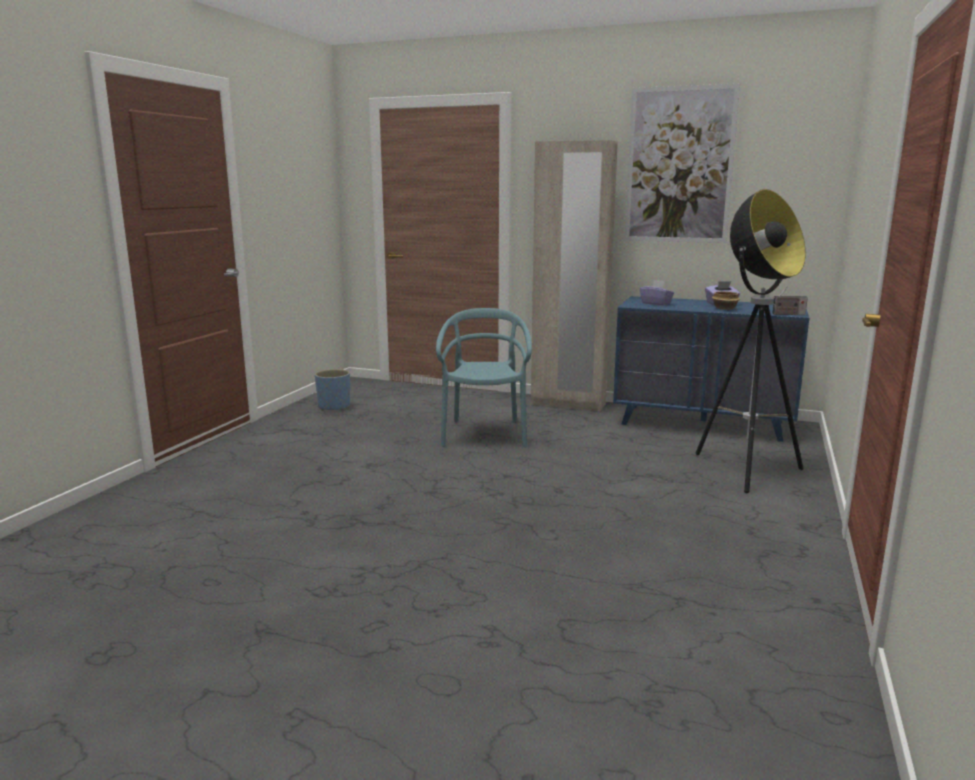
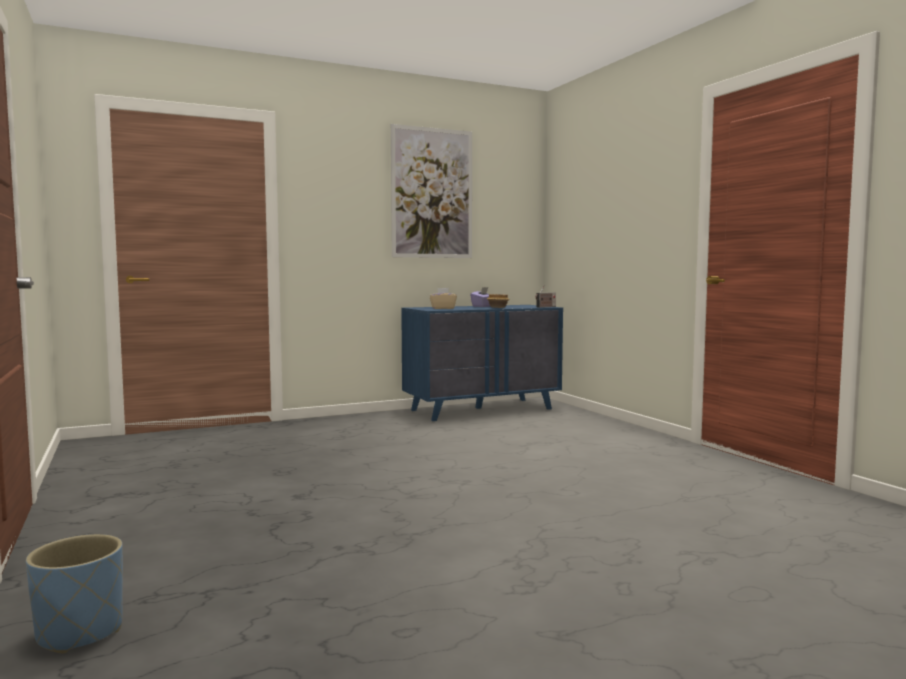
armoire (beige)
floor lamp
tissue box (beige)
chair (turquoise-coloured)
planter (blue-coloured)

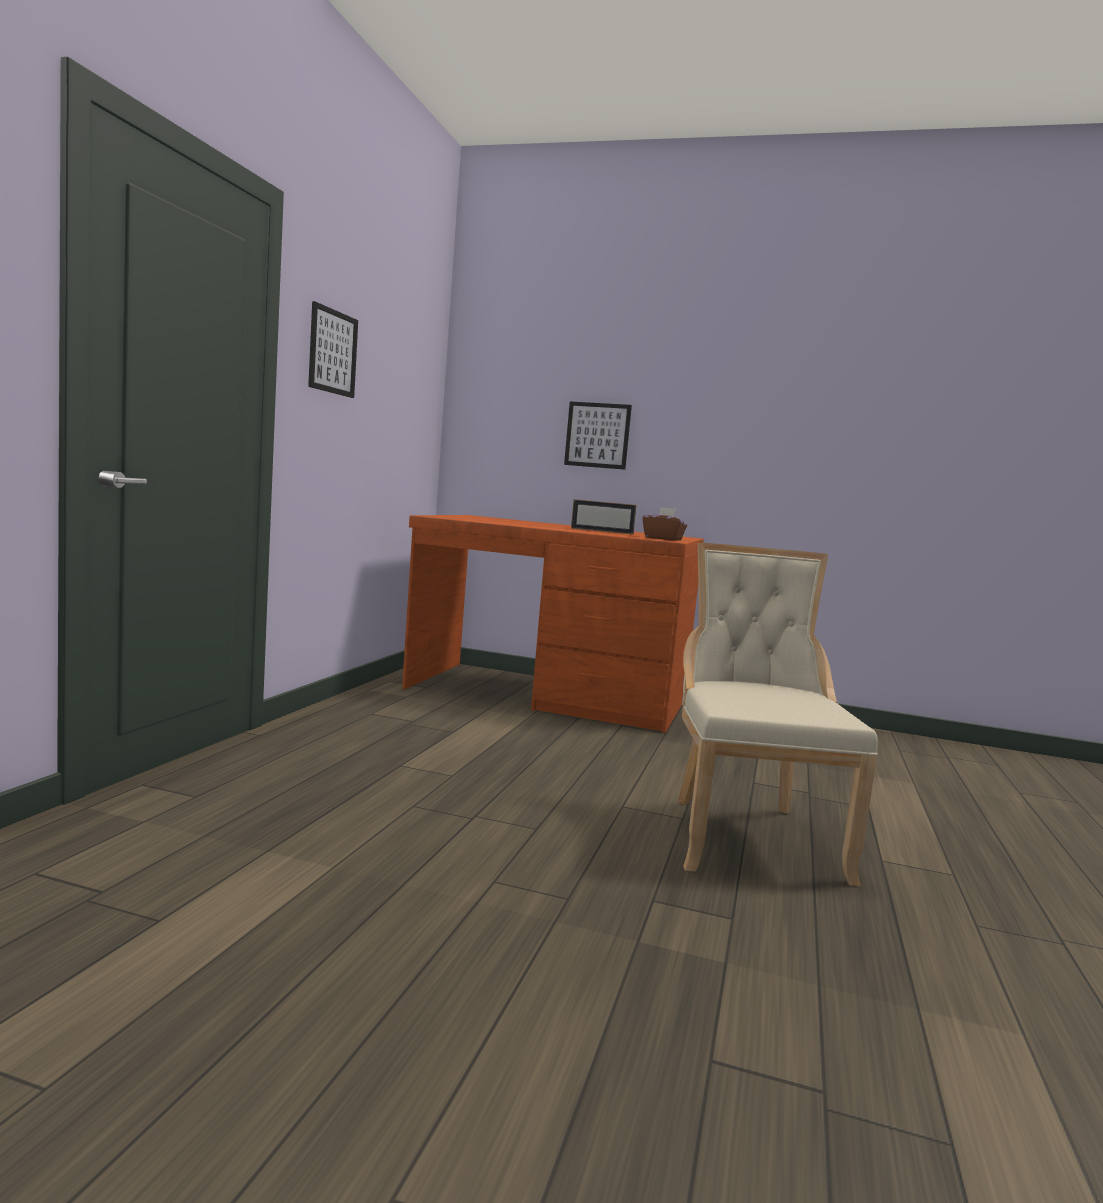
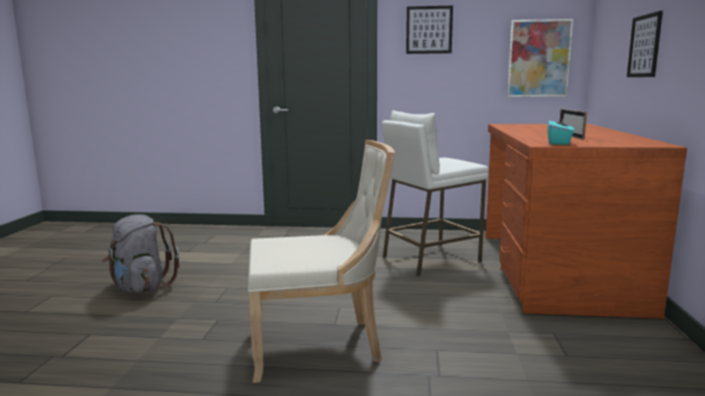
tissue box (turquoise-coloured)
wall art (2nd from left)
stool seat (whitish)
backpack (greyish)

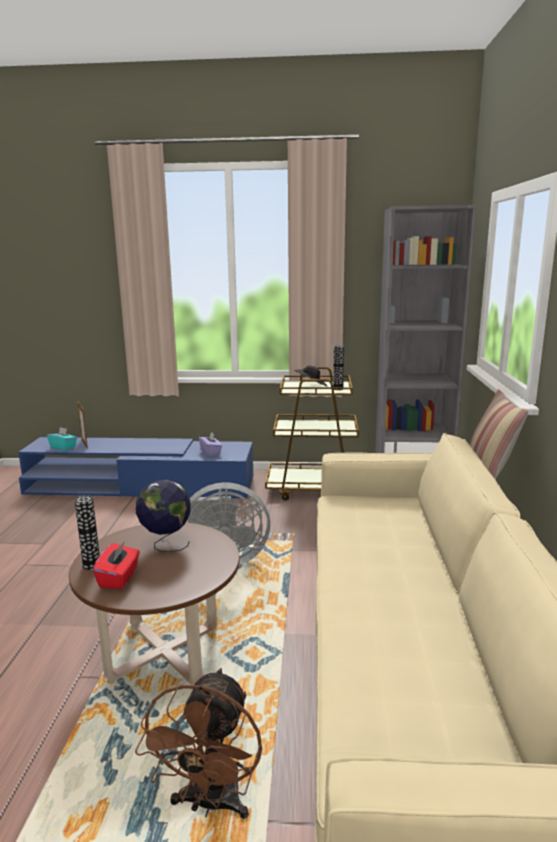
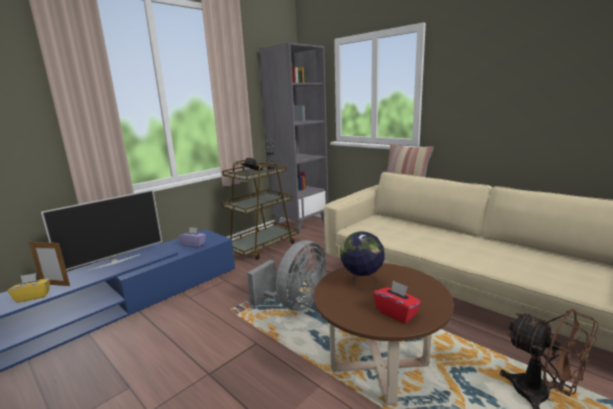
tissue box (yellow)
vase (1st from left in the first image)
TV

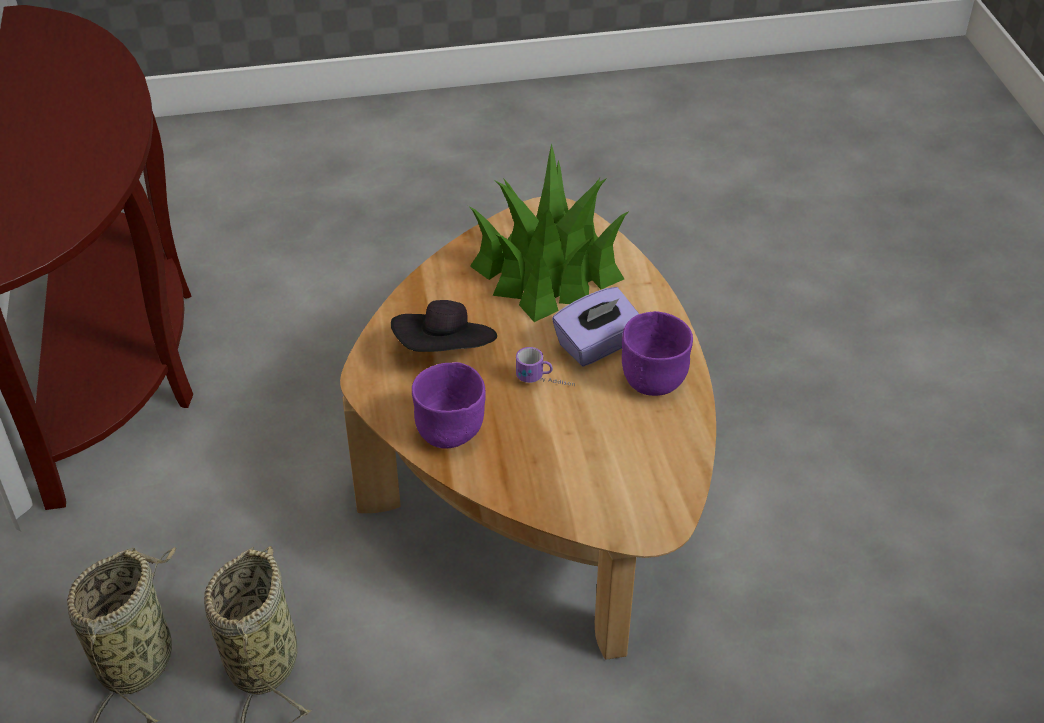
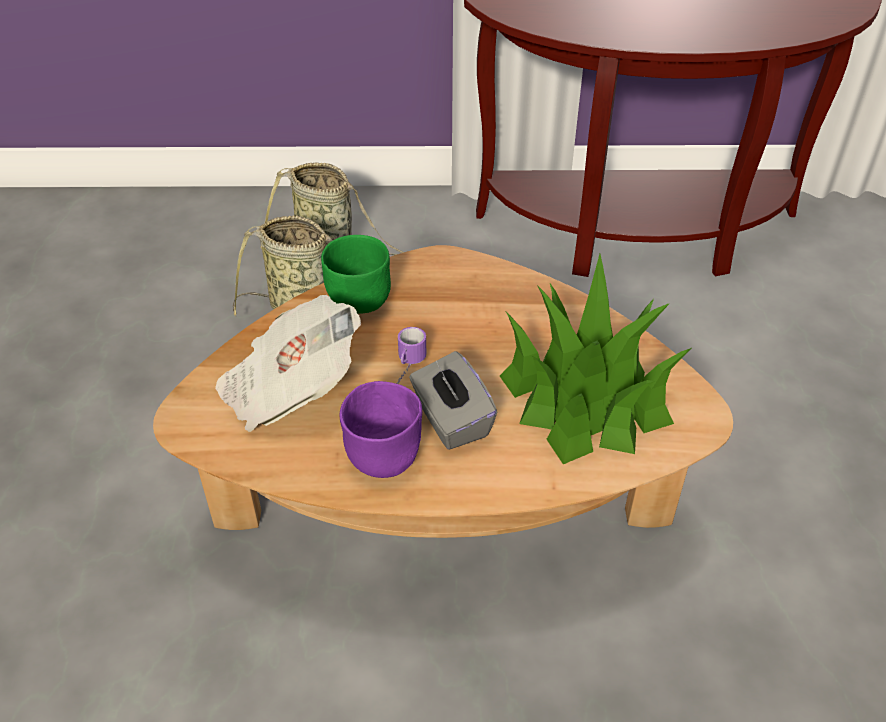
tissue box (greyish)
clothing hat (black-coloured)
serving bowl (greenish)
printed paper

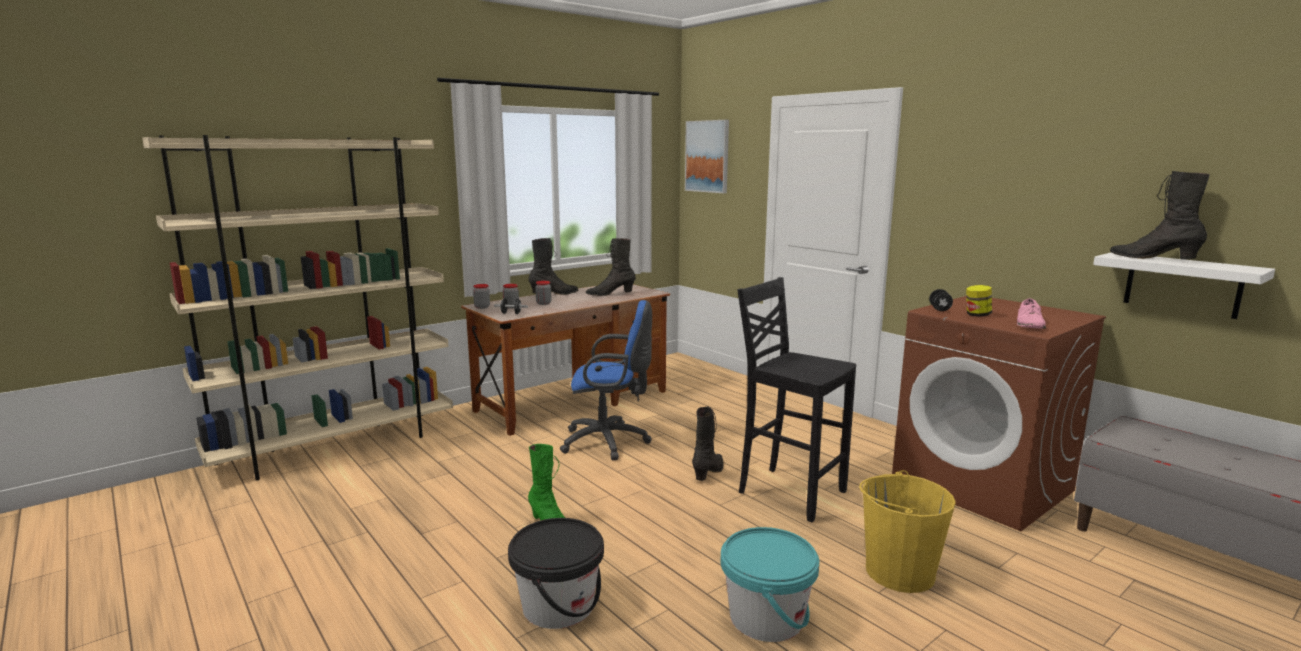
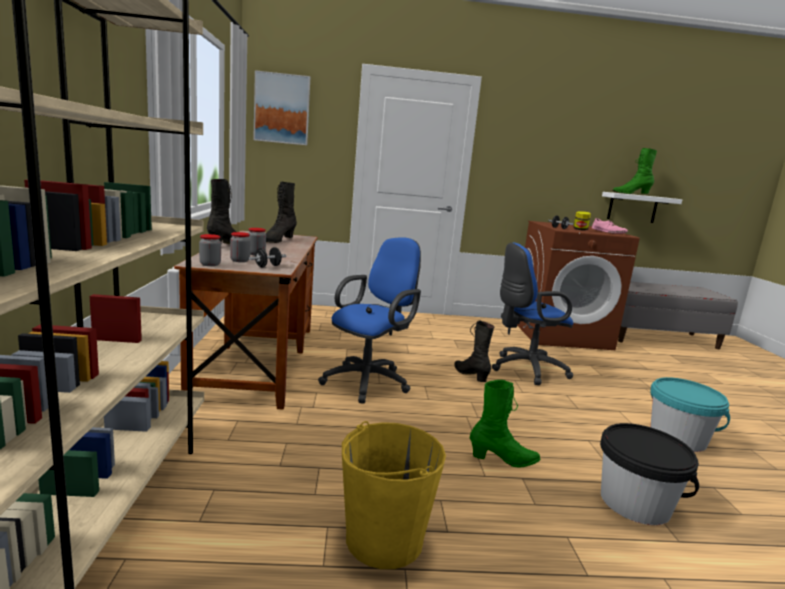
boot (greenish) (2nd from left)
office chair (blue-coloured) (2nd from left)
pail (yellow)

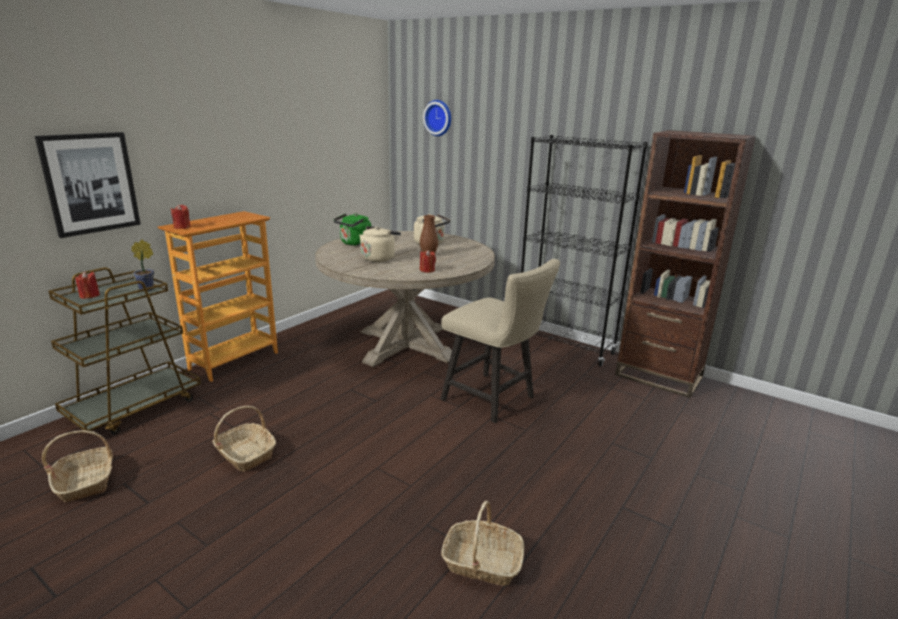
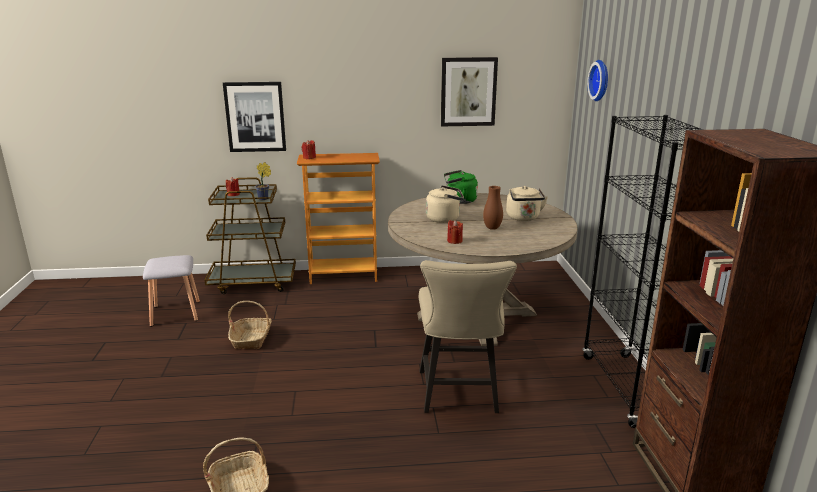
stool seat (greyish)
wall art (2nd from left)

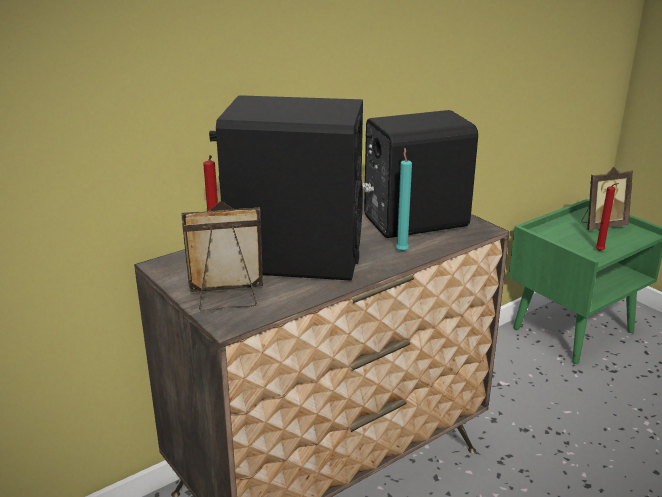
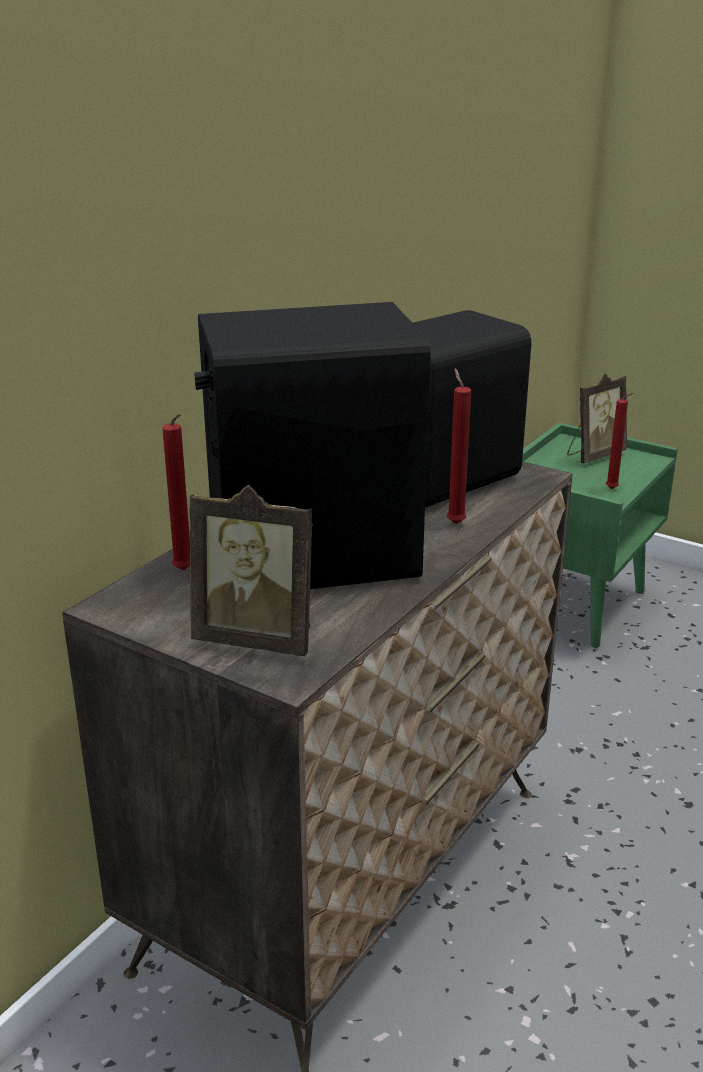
candle (red-coloured) (2nd from left)
picture frame (1st from left)

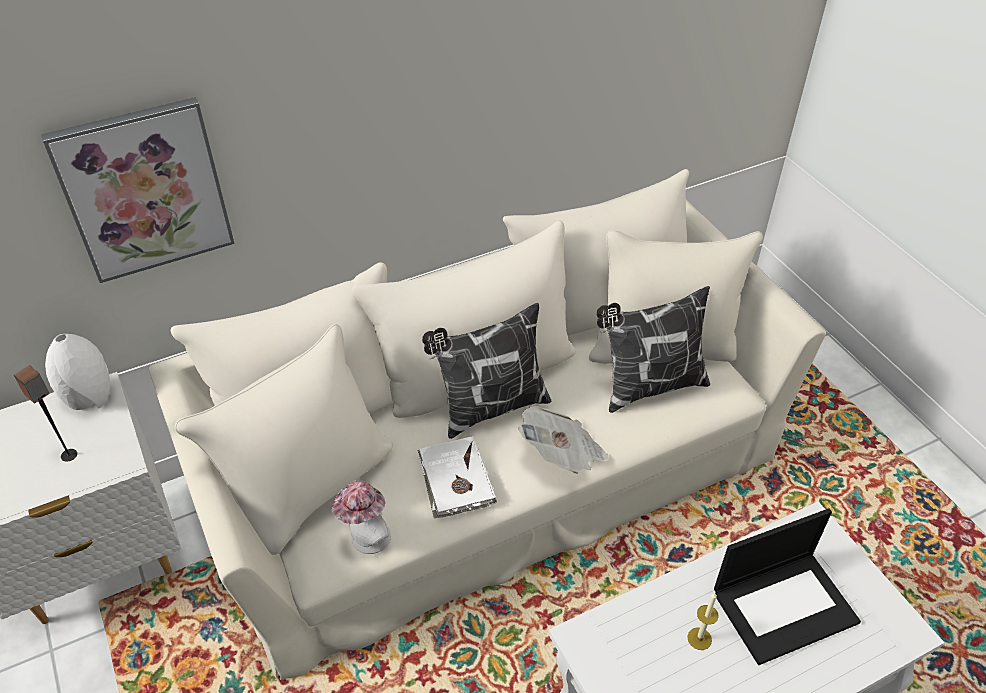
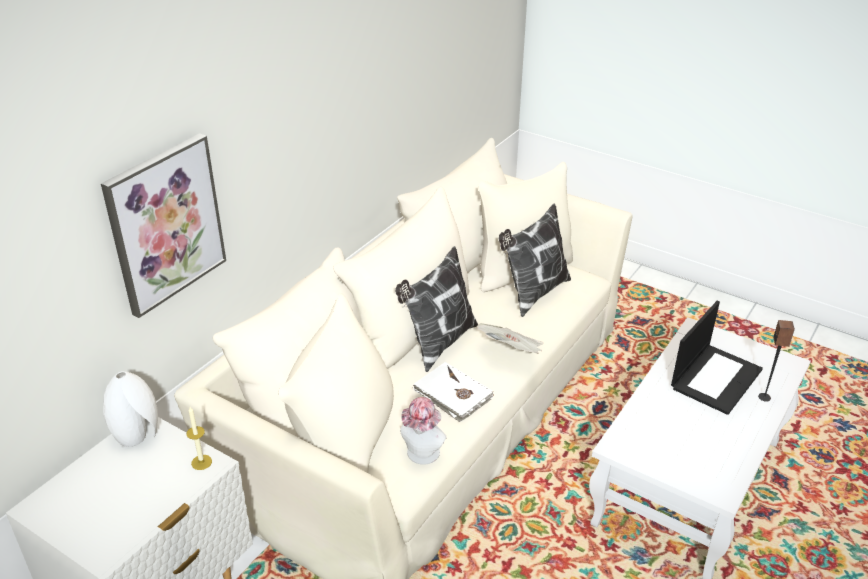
loudspeaker
candle

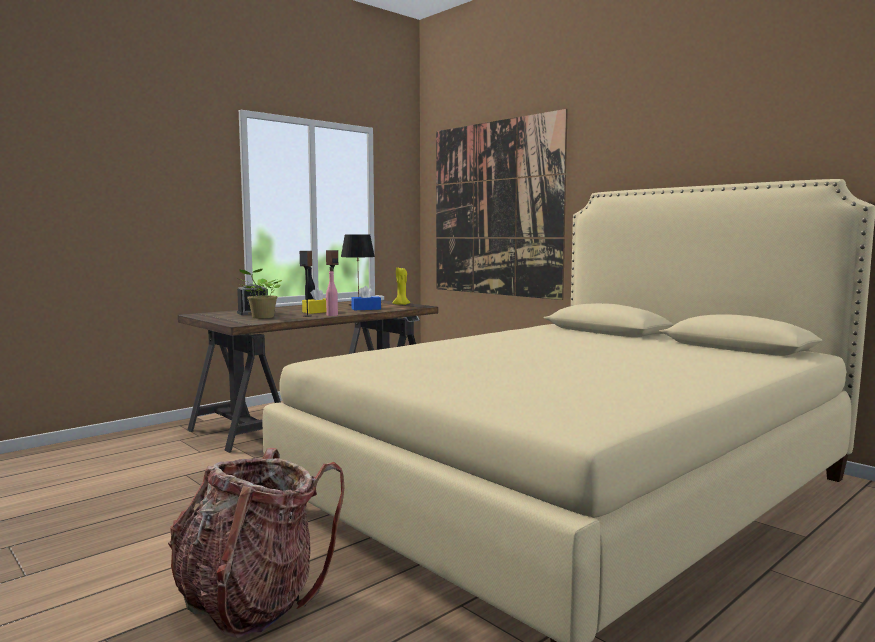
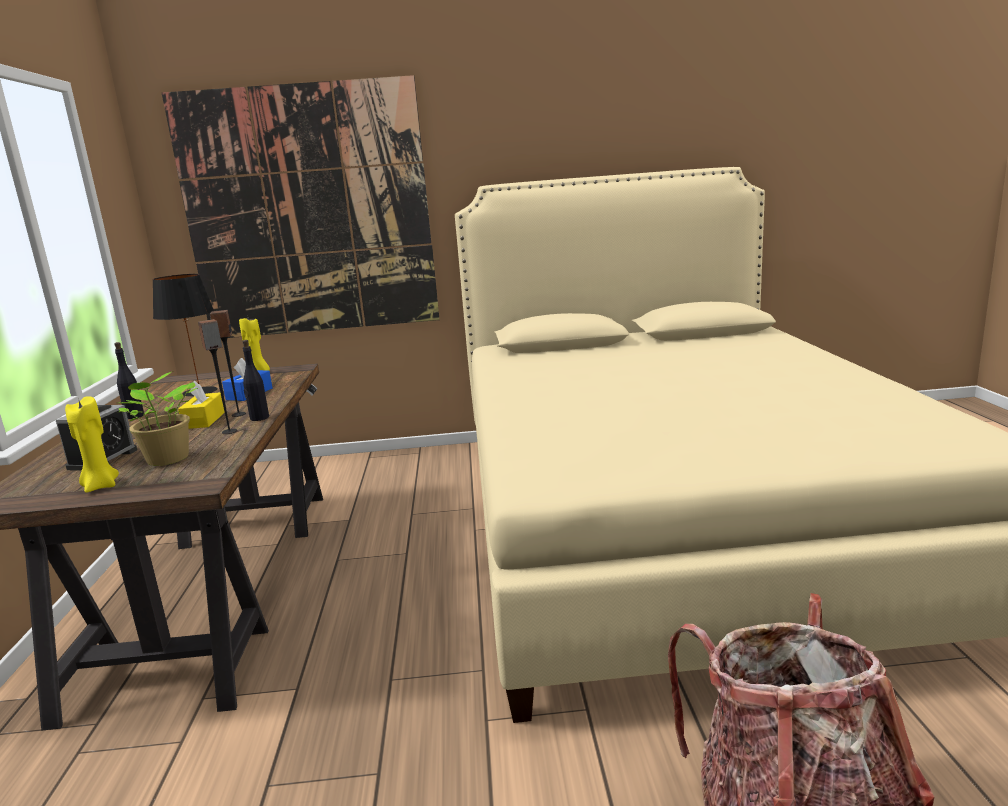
drink bottle (black-coloured) (2nd from left)
candle (yellow) (1st from left)

